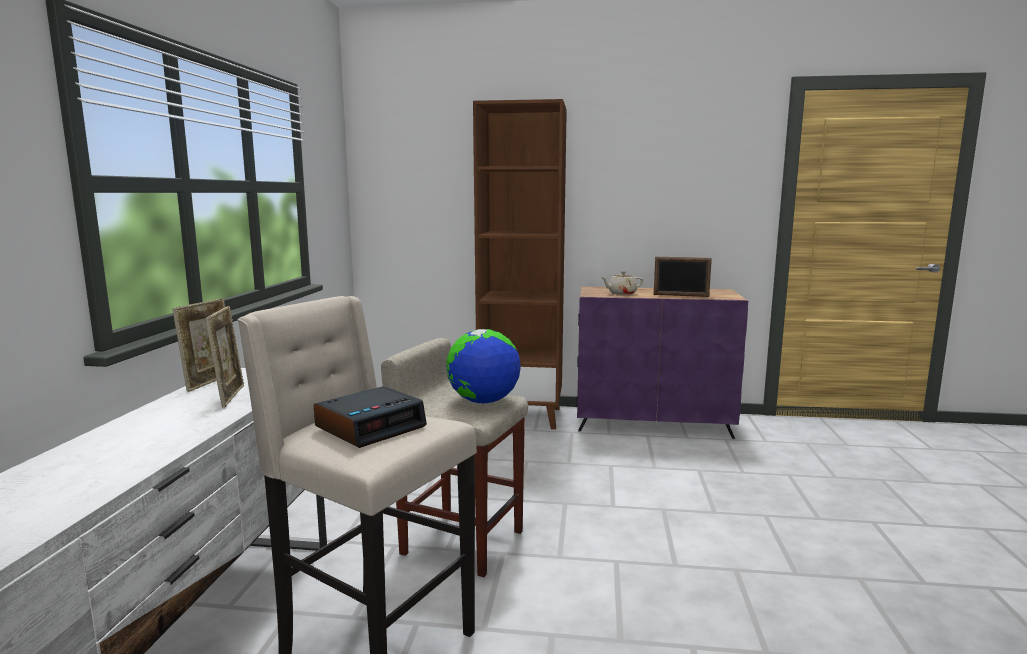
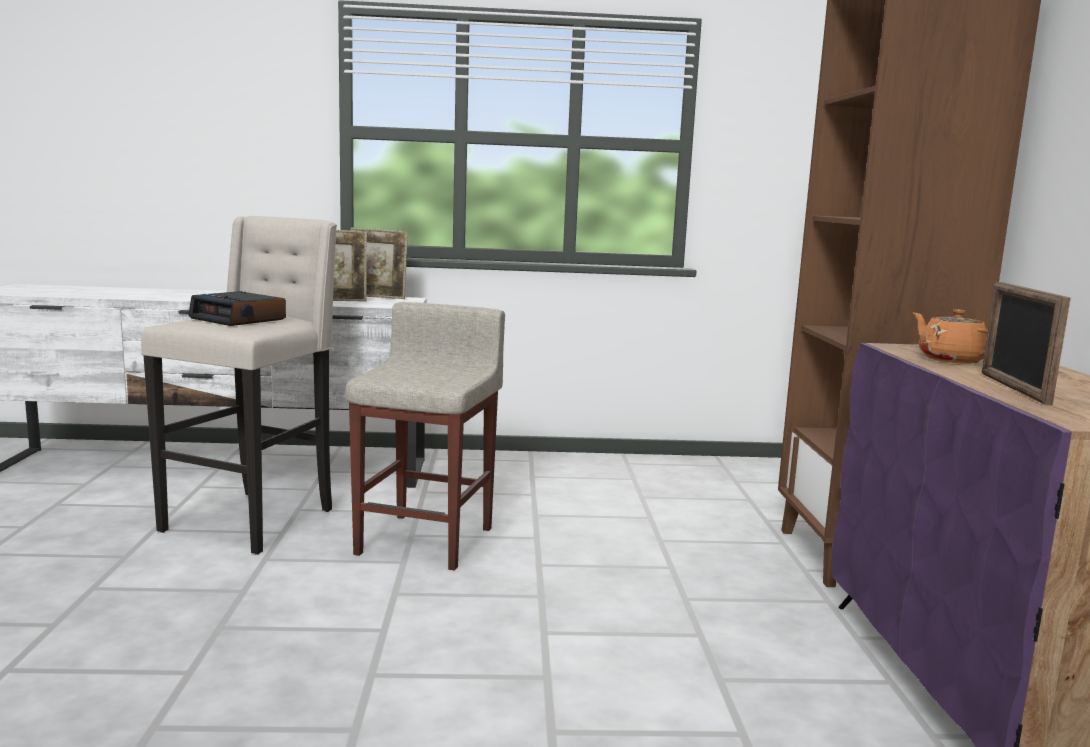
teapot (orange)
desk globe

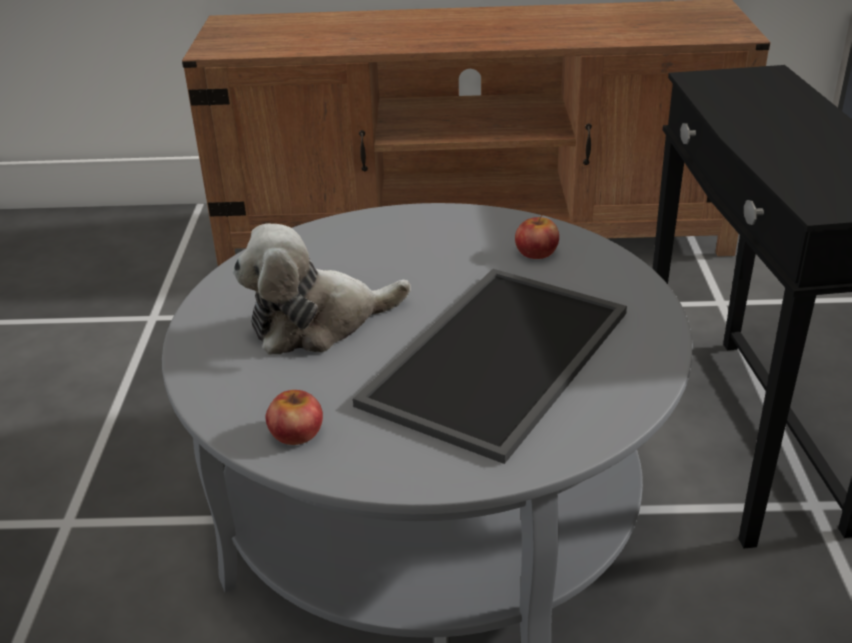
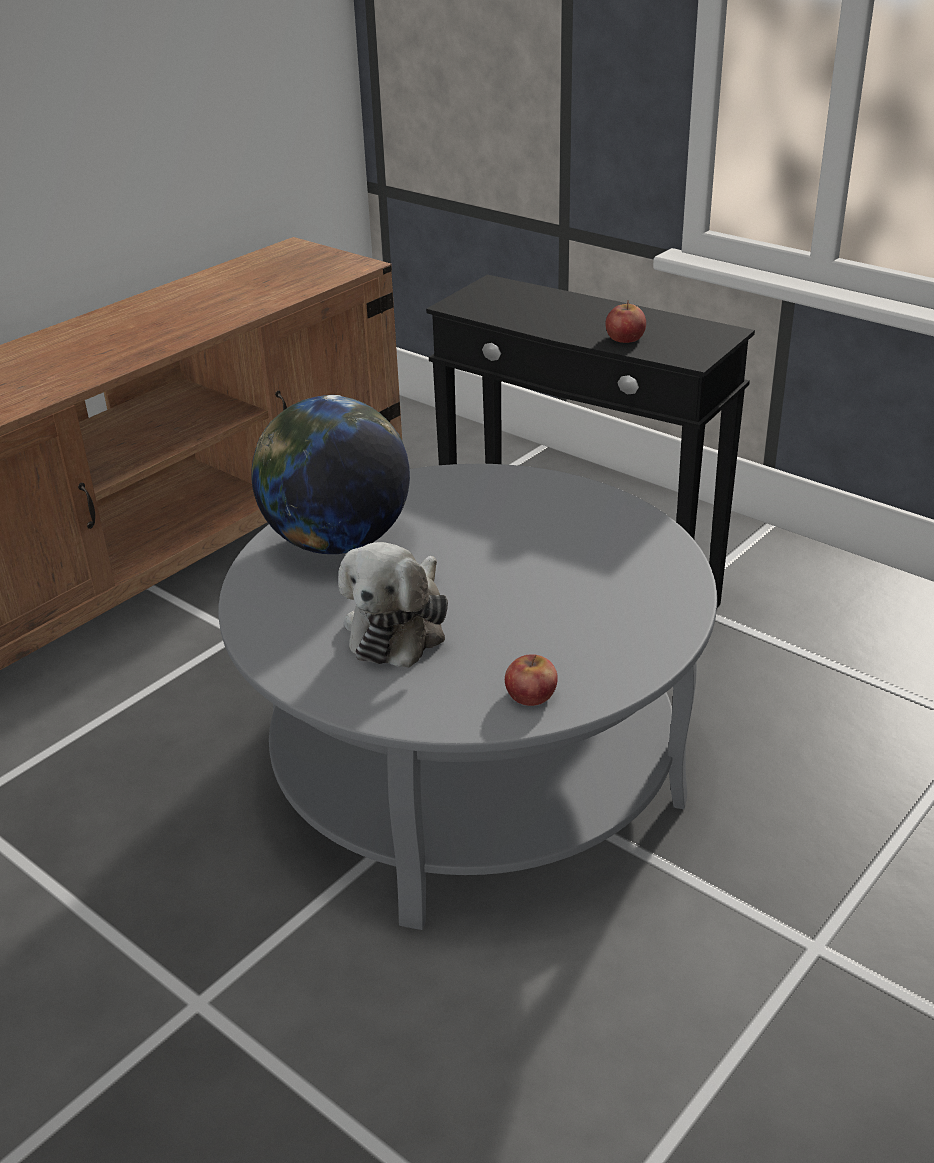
apple (2nd from left)
serving tray
desk globe

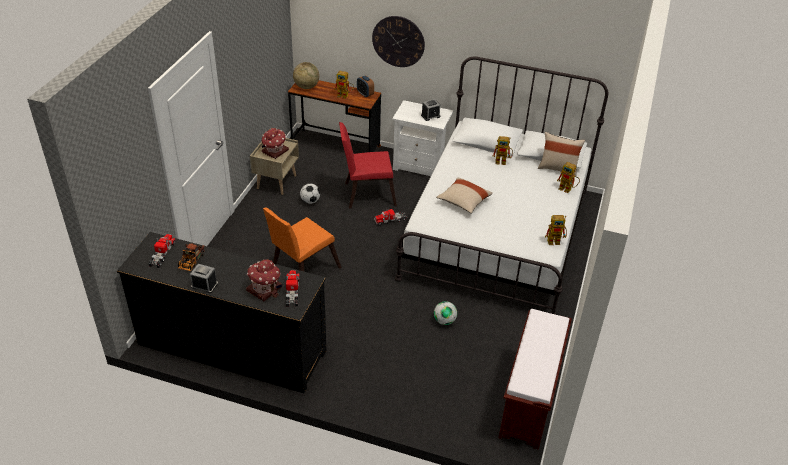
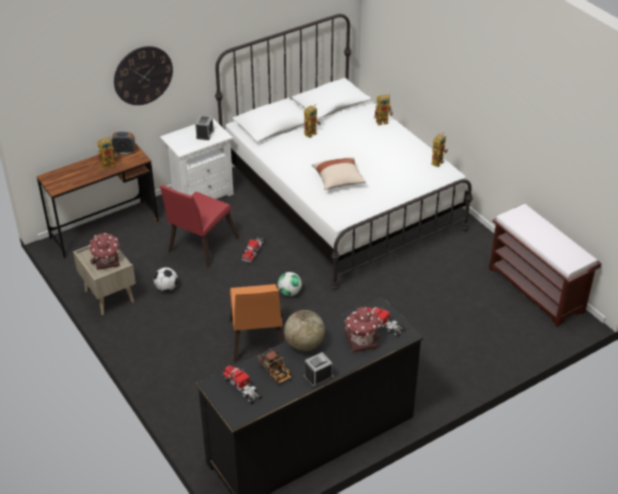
desk globe
throw pillow (beige) (2nd from left in the first image)
football (2nd from left)

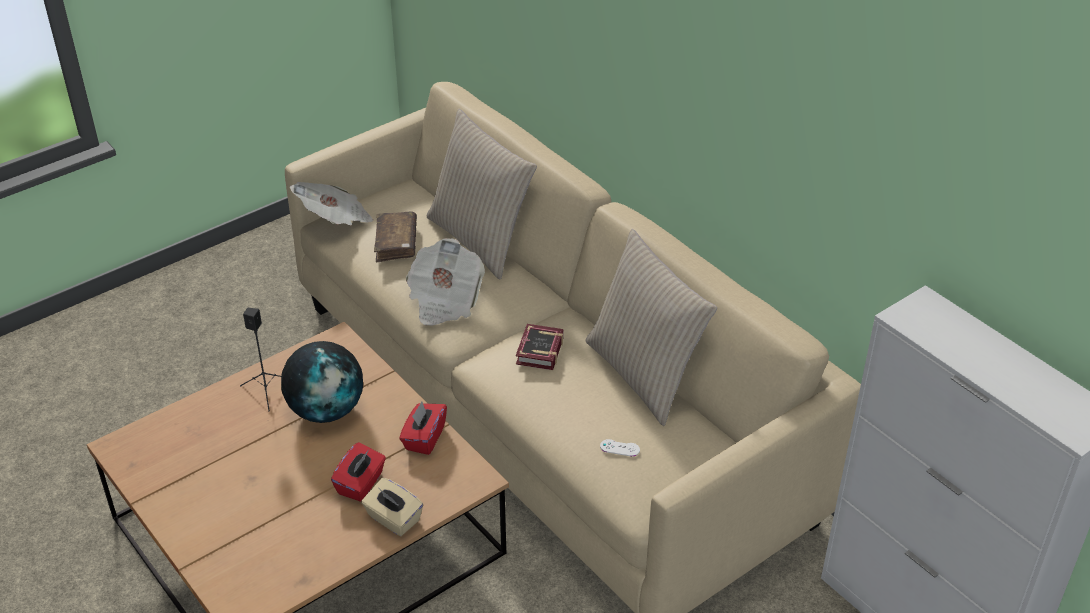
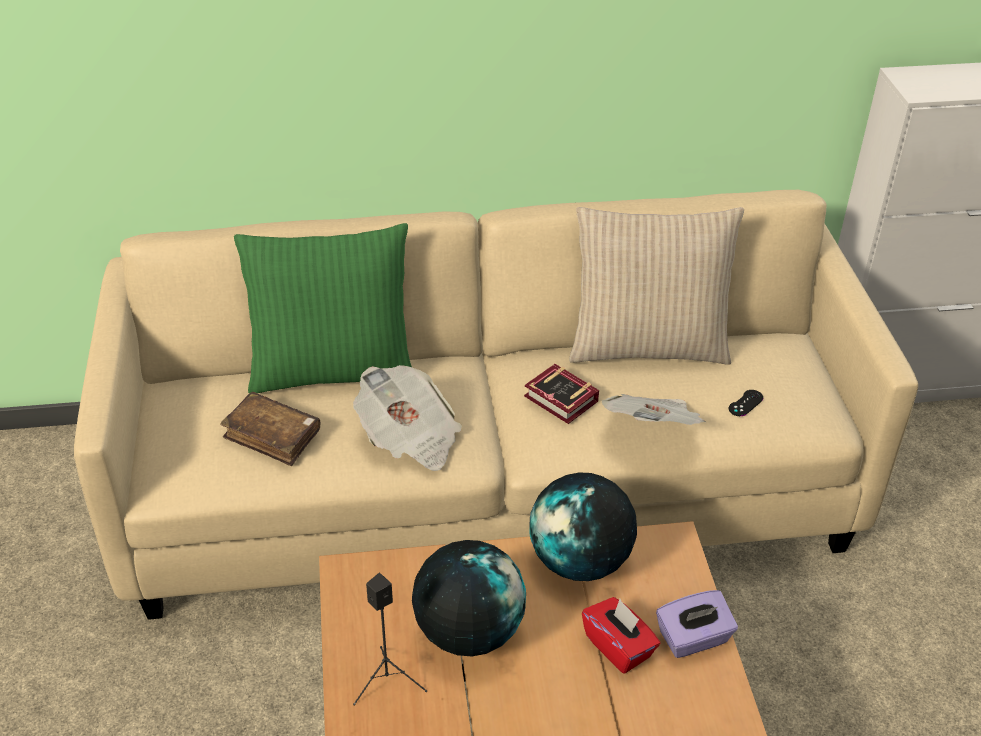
throw pillow (greenish)
printed paper (2nd from left)
desk globe (2nd from left)
game controller (black-coloured)
tissue box (purple-coloured)

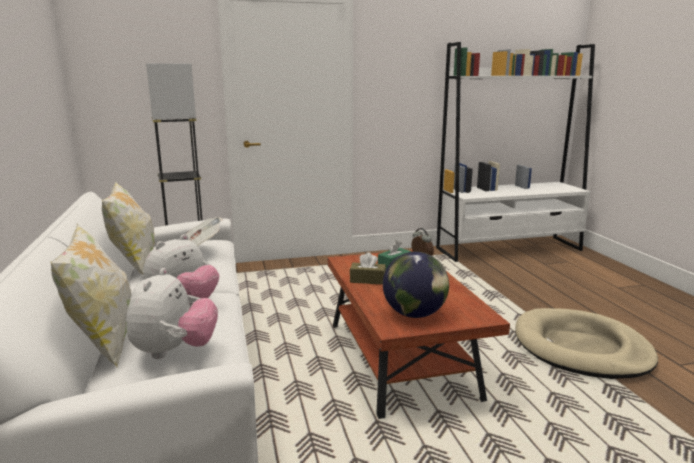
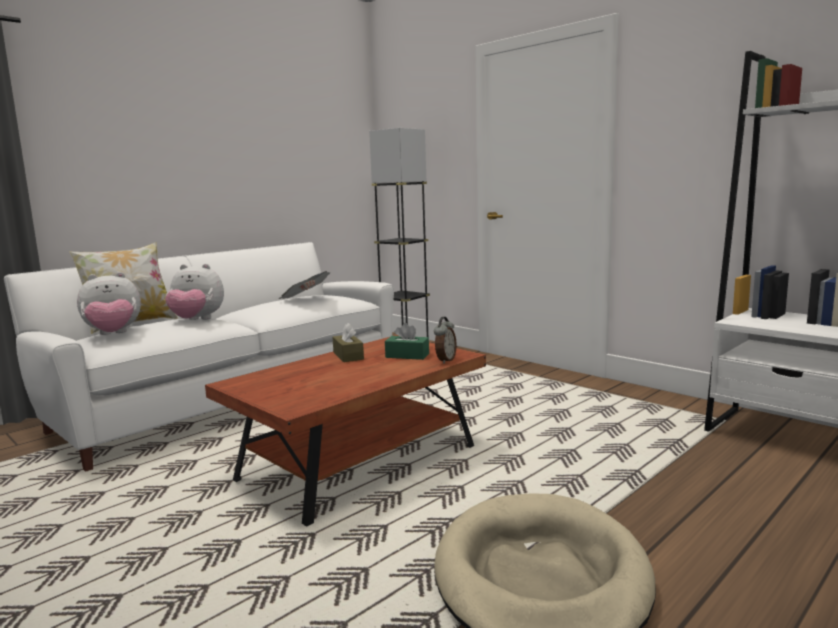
throw pillow (2nd from left in the first image)
desk globe

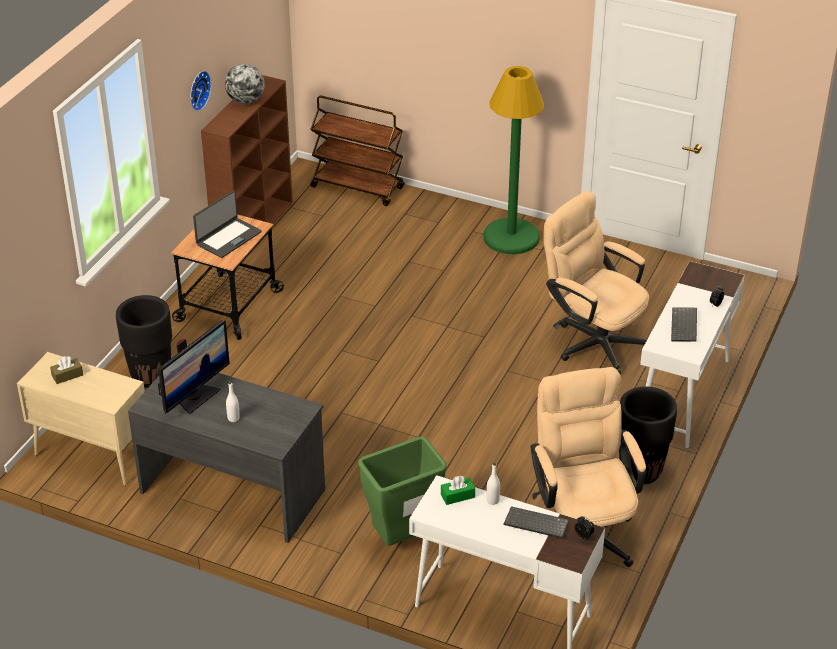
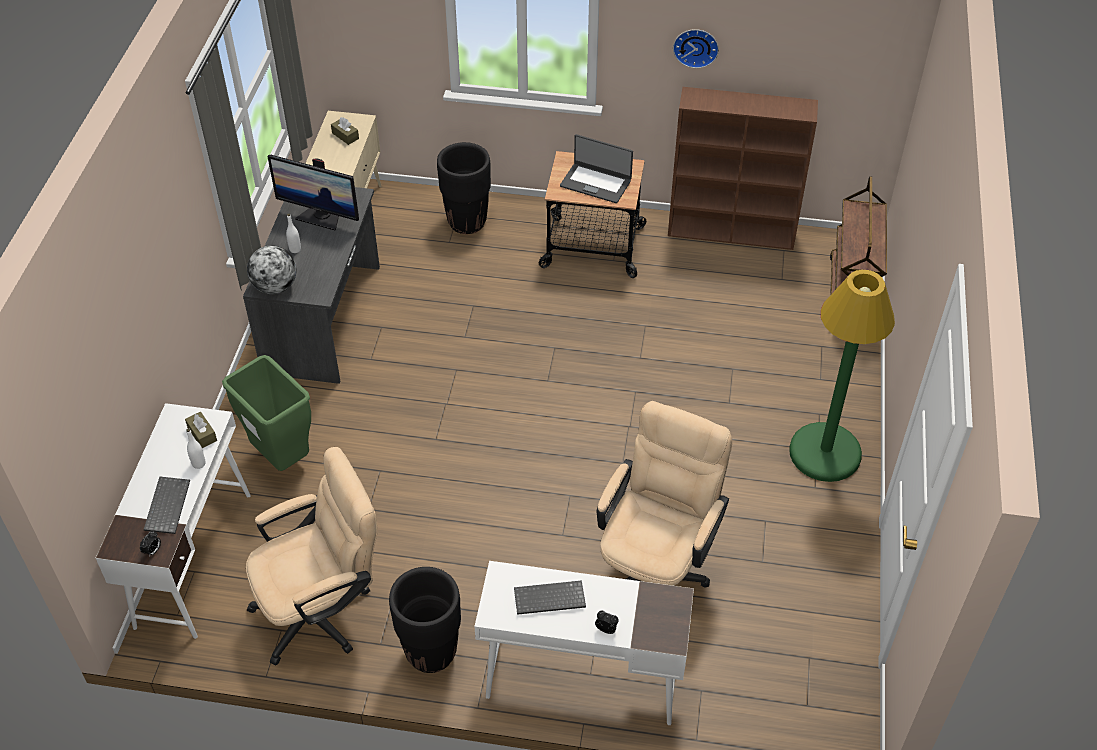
desk globe
tissue box (brown-coloured) (1st from left)

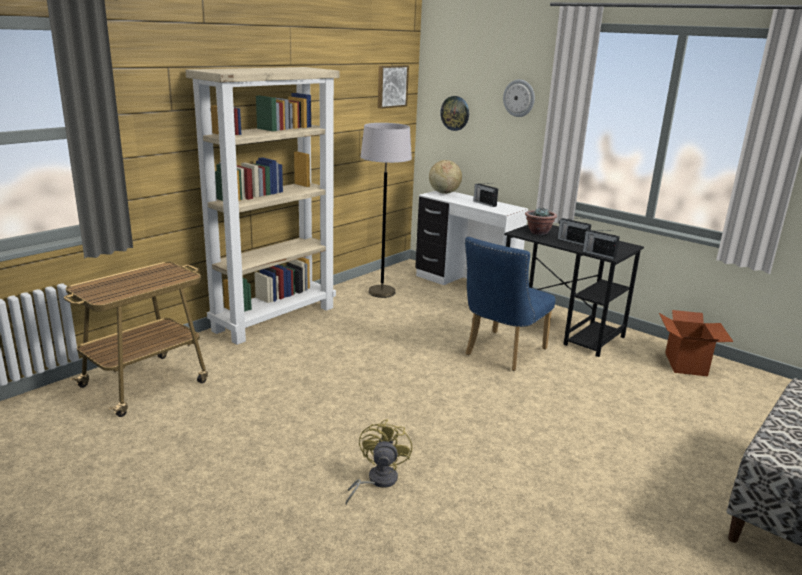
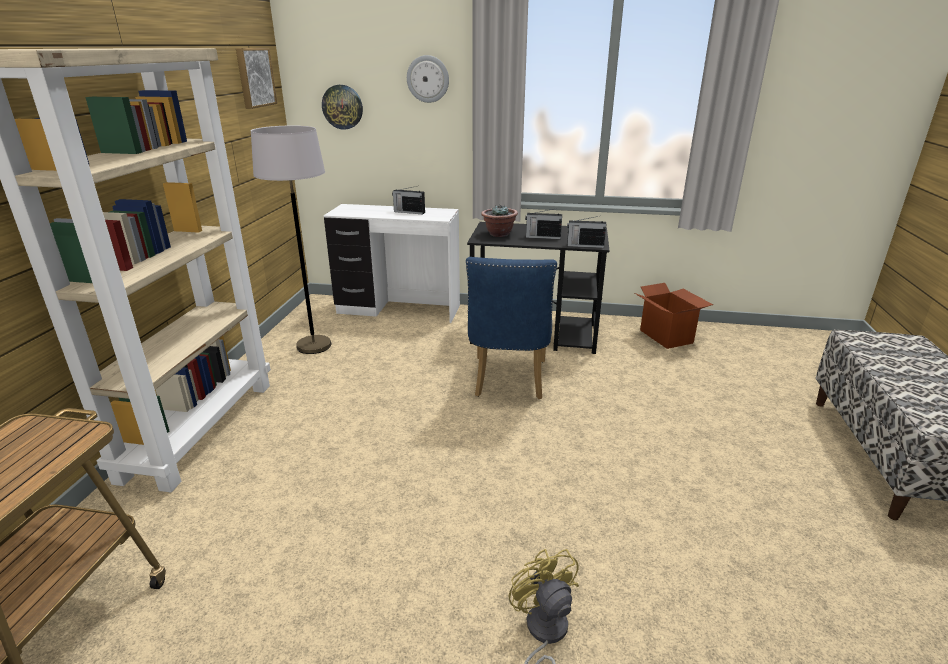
desk globe

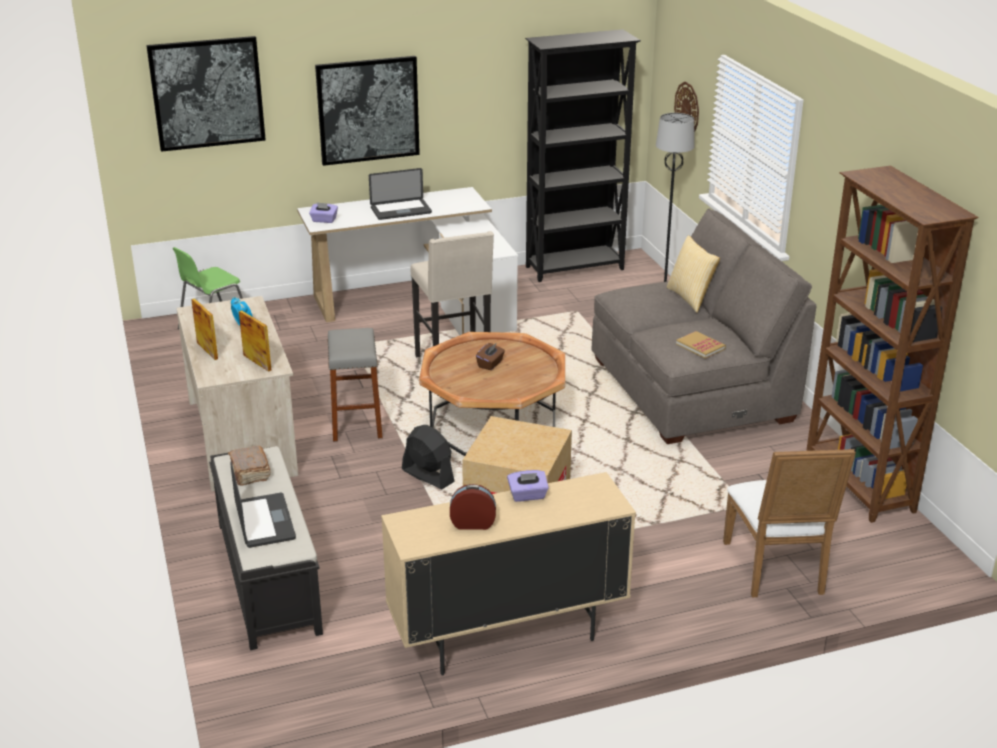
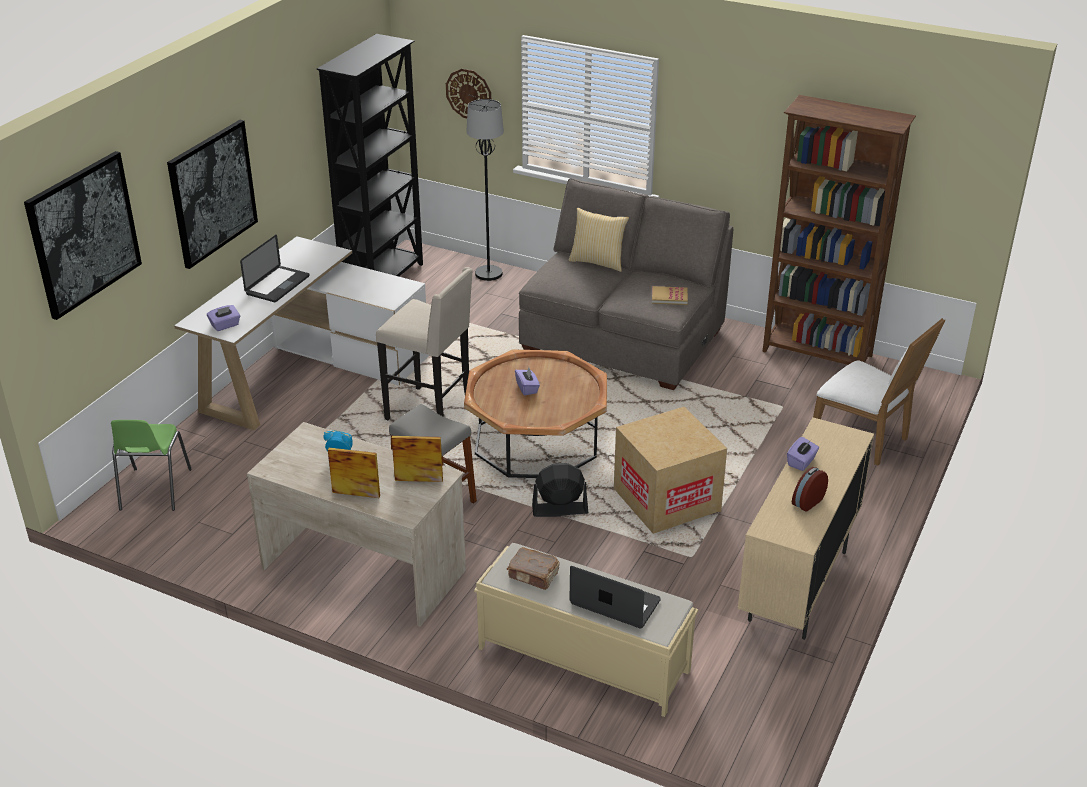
tissue box (purple-coloured) (2nd from left)
bench (beige)

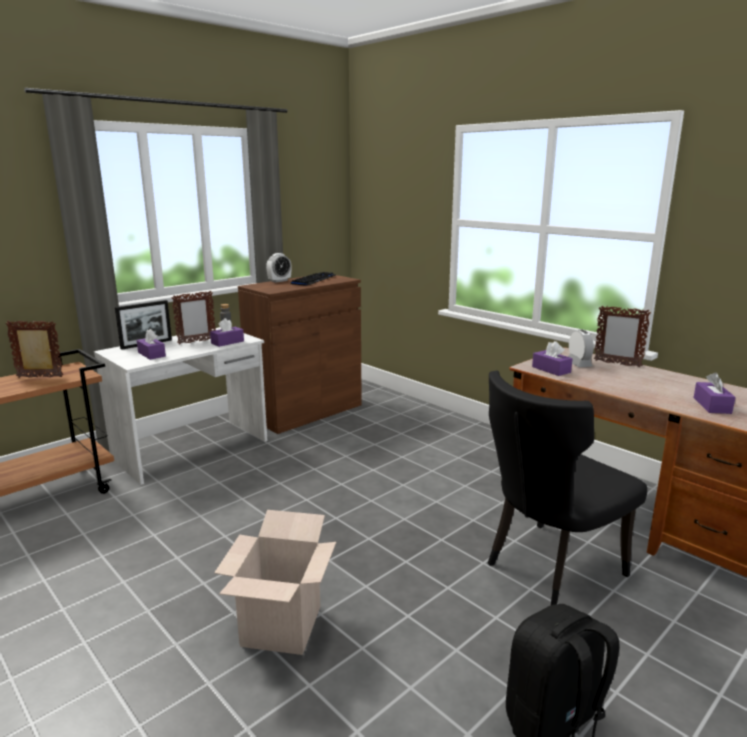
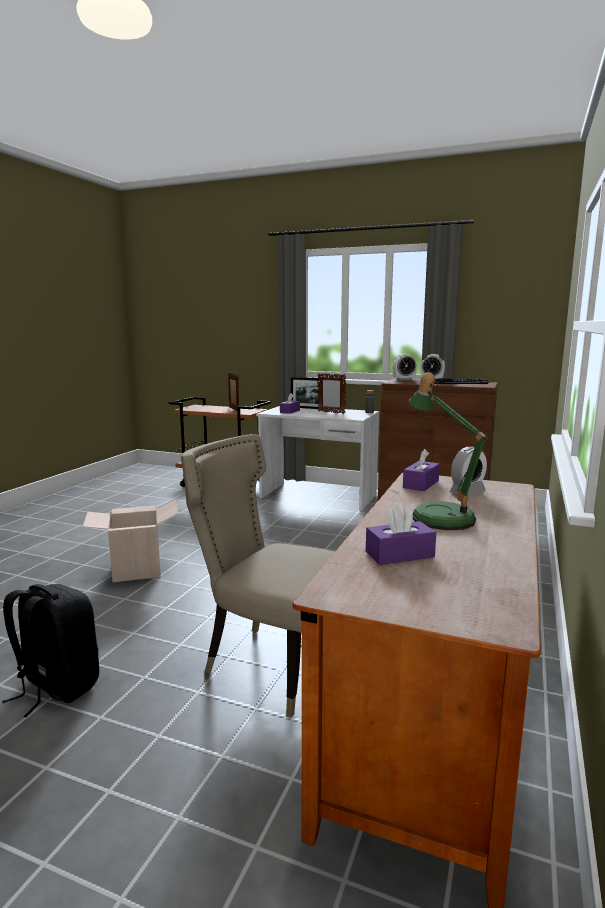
picture frame (4th from left in the first image)
tissue box (purple-coloured) (2nd from left in the first image)
chair (beige)
alarm clock (1st from left)
table lamp

